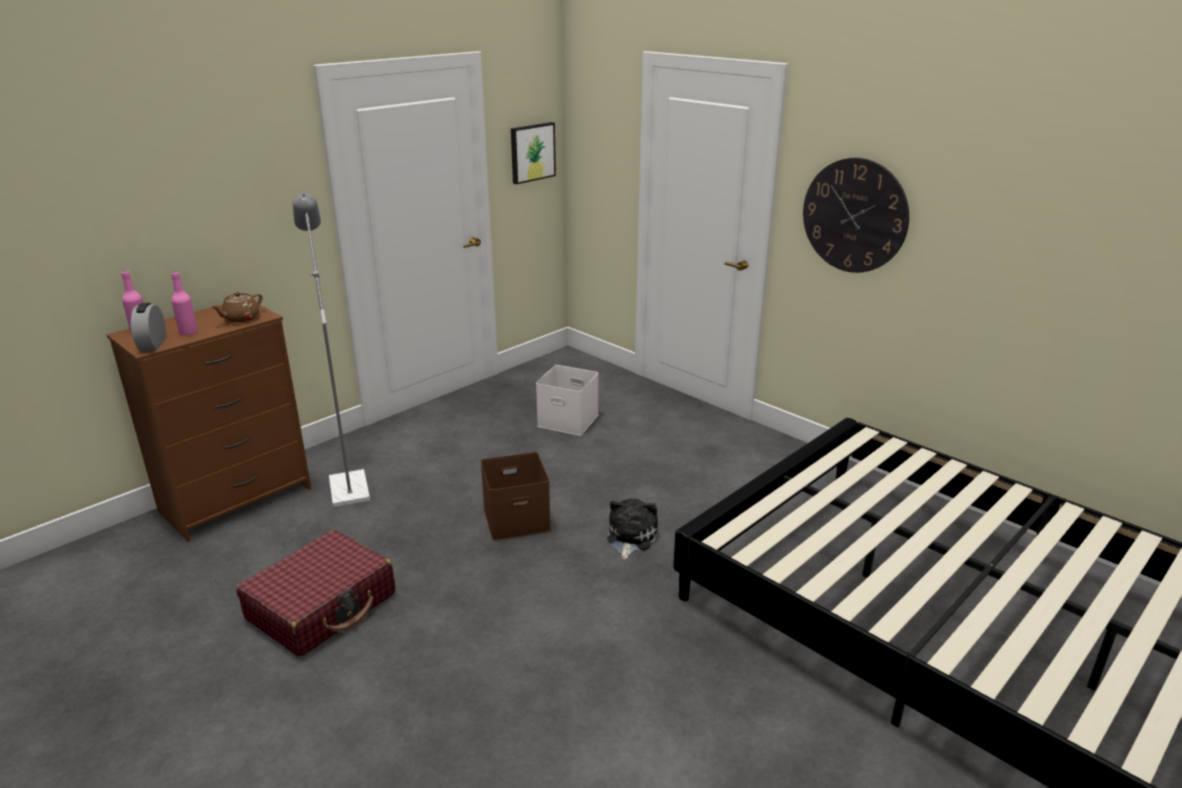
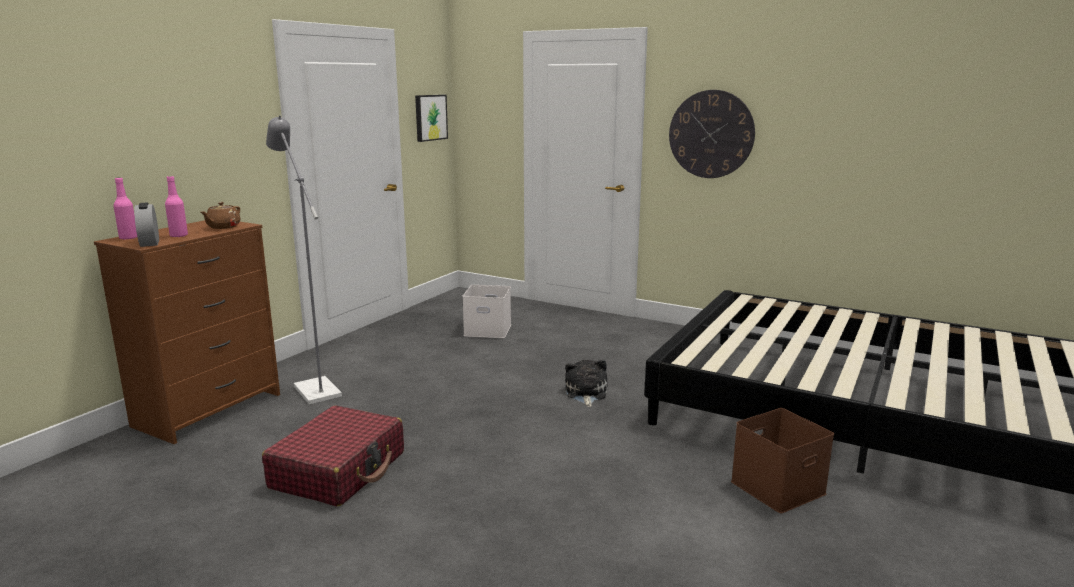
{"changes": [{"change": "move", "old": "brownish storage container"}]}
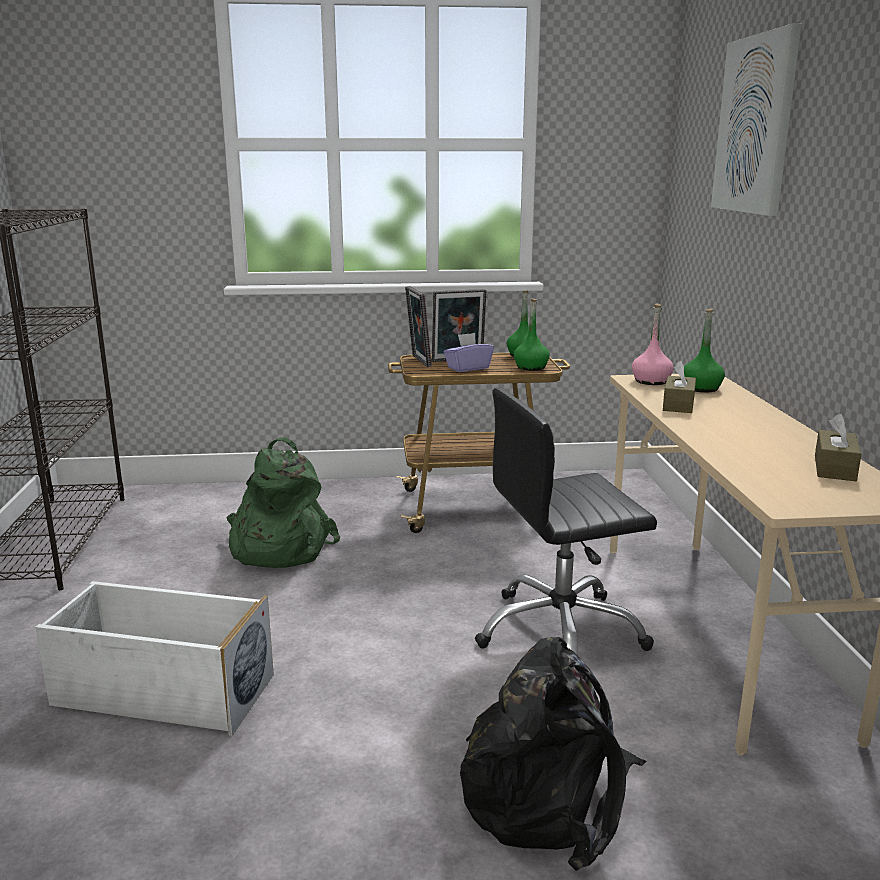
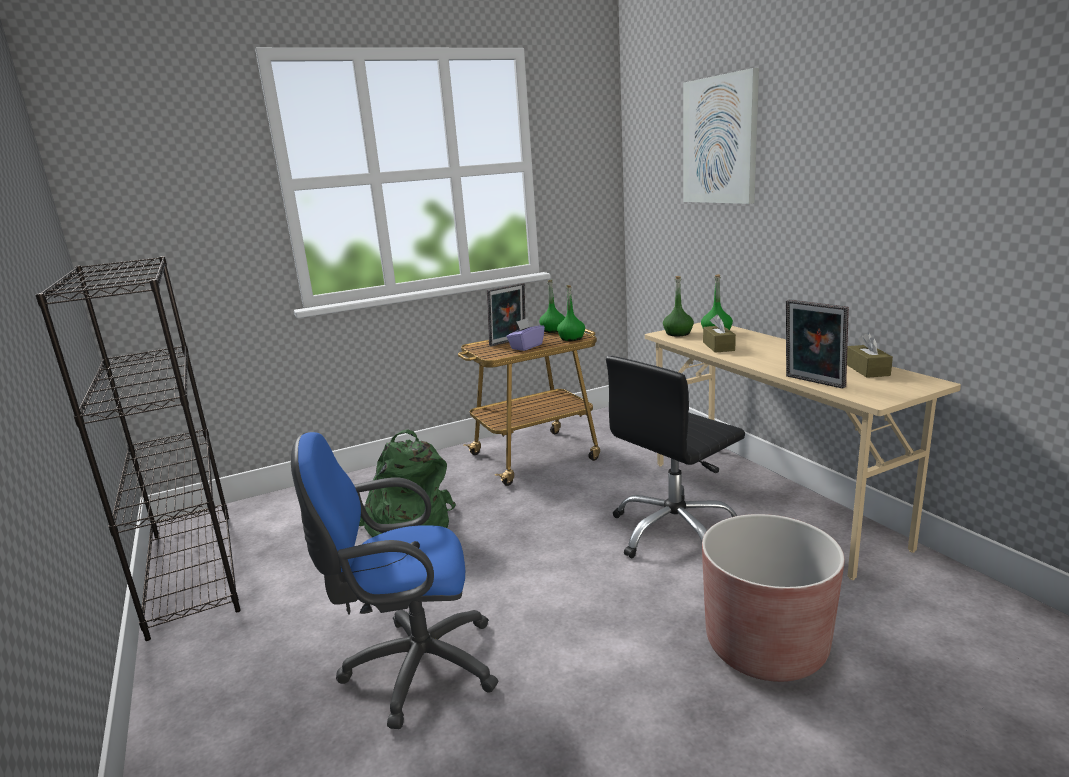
{"changes": [{"change": "replace", "old": "white-coloured storage container", "new": "bluish desk chair"}, {"change": "move", "old": "standing frame (1st from left in the first image)", "new": "standing frame (2nd from left)"}, {"change": "replace", "old": "black-coloured rucksack", "new": "brownish planter"}, {"change": "recolor", "old": "pink-coloured bottle", "new": "green-coloured bottle (3rd from left)"}]}
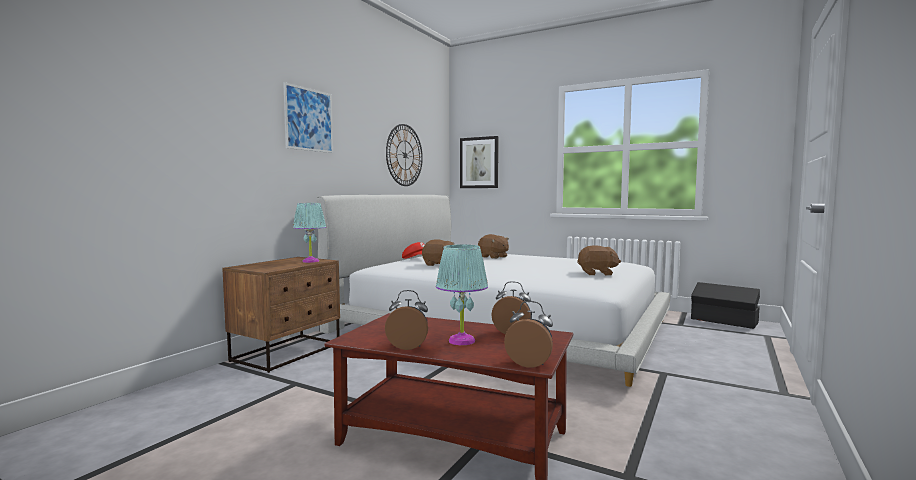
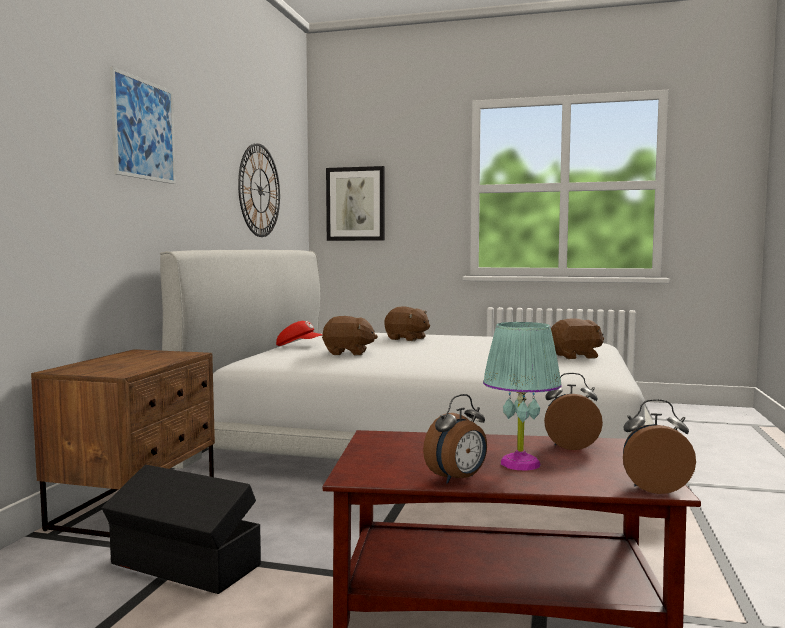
{"changes": [{"change": "delete", "old": "blue-green lamp for a table (1st from left)"}, {"change": "rotate", "old": "bedside clock (1st from left)", "degrees": 150}, {"change": "move", "old": "black-coloured storage container"}]}
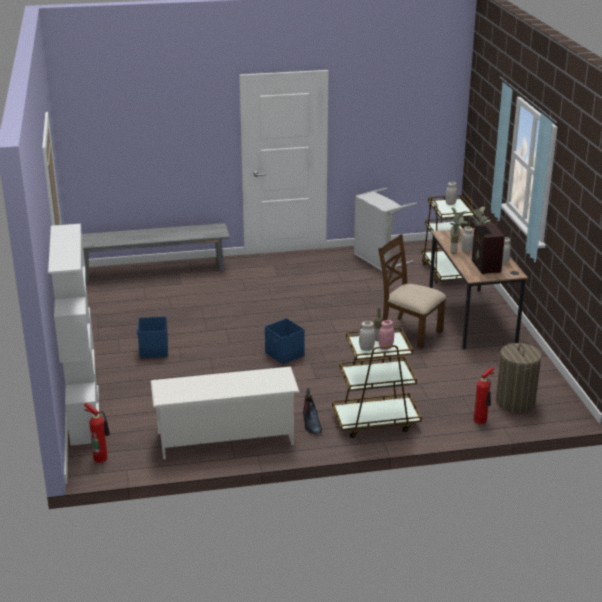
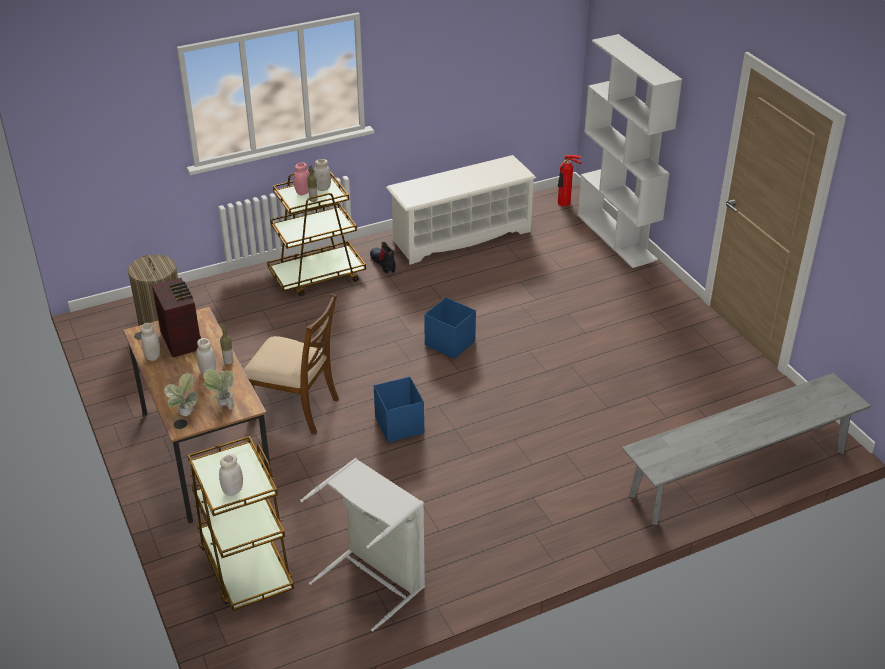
{"changes": [{"change": "move", "old": "bluish storage container (1st from left)"}, {"change": "delete", "old": "fire extinguisher (2nd from left)"}]}
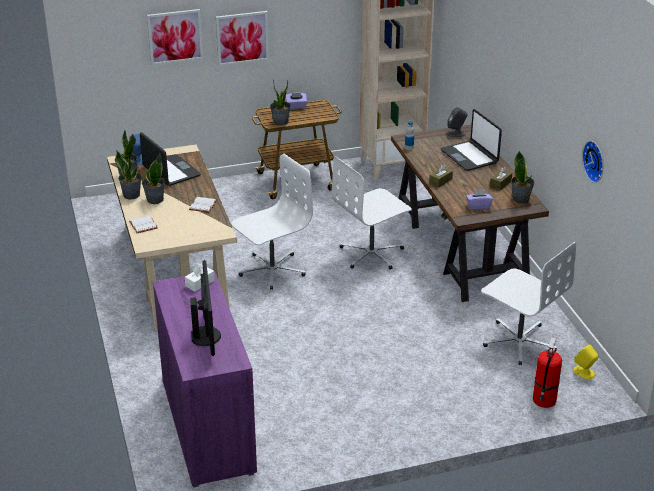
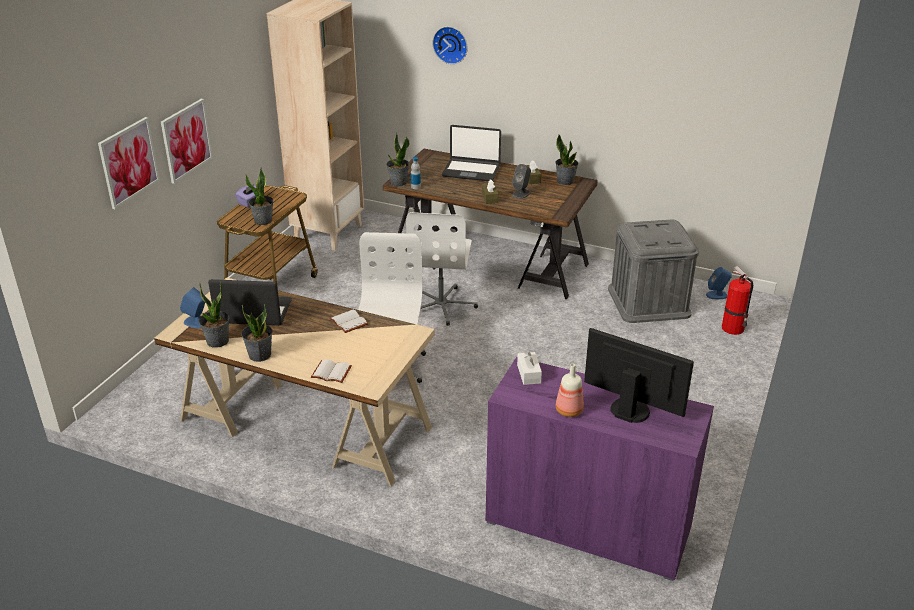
{"changes": [{"change": "move", "old": "potted plant (3rd from left in the first image)", "new": "potted plant (4th from left)"}, {"change": "move", "old": "gray audio speaker"}, {"change": "delete", "old": "purple-coloured tissue holder (2nd from left)"}, {"change": "replace", "old": "white-coloured desk chair (3rd from left)", "new": "gray storage container"}, {"change": "recolor", "old": "yellow-coloured audio speaker", "new": "bluish audio speaker (2nd from left)"}, {"change": "move", "old": "wall clock"}, {"change": "insert", "new": "bottle (2nd from left)"}]}
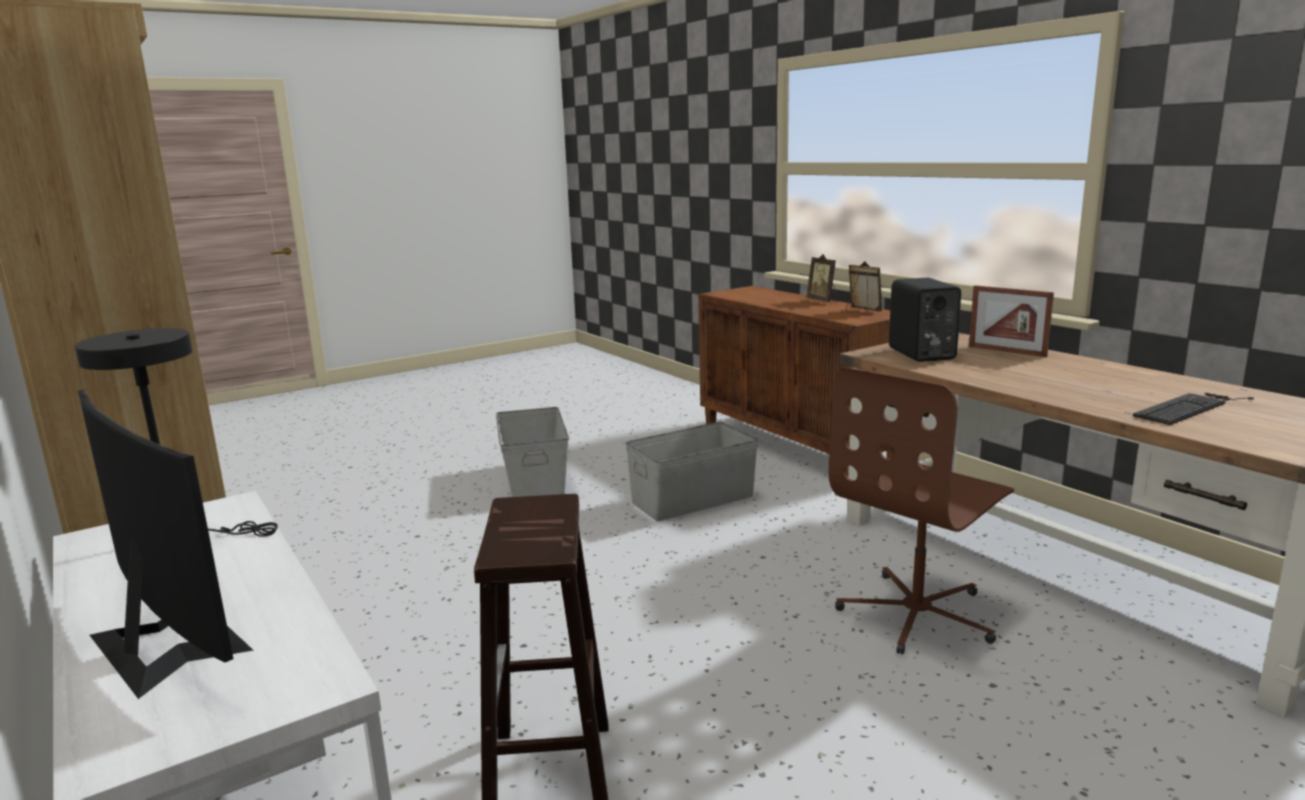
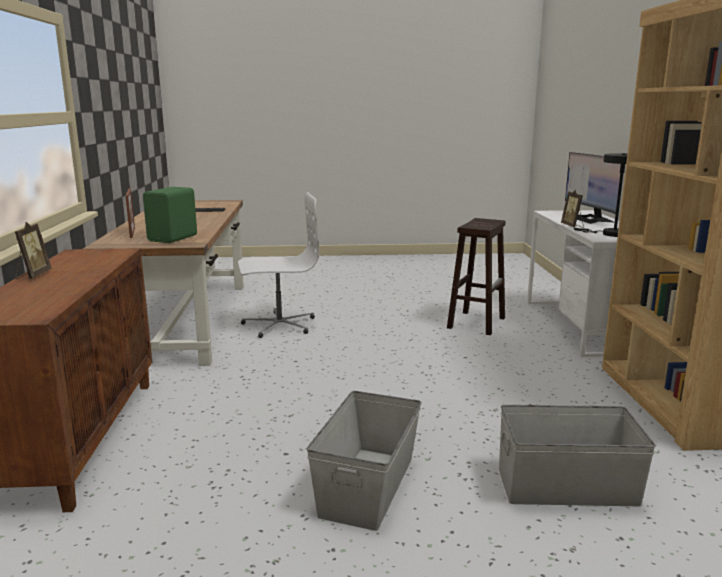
{"changes": [{"change": "move", "old": "gray storage container (2nd from left)"}, {"change": "recolor", "old": "brownish desk chair", "new": "white-coloured desk chair"}, {"change": "move", "old": "standing frame (2nd from left in the first image)", "new": "standing frame (3rd from left)"}, {"change": "recolor", "old": "black-coloured audio speaker", "new": "green-coloured audio speaker"}]}
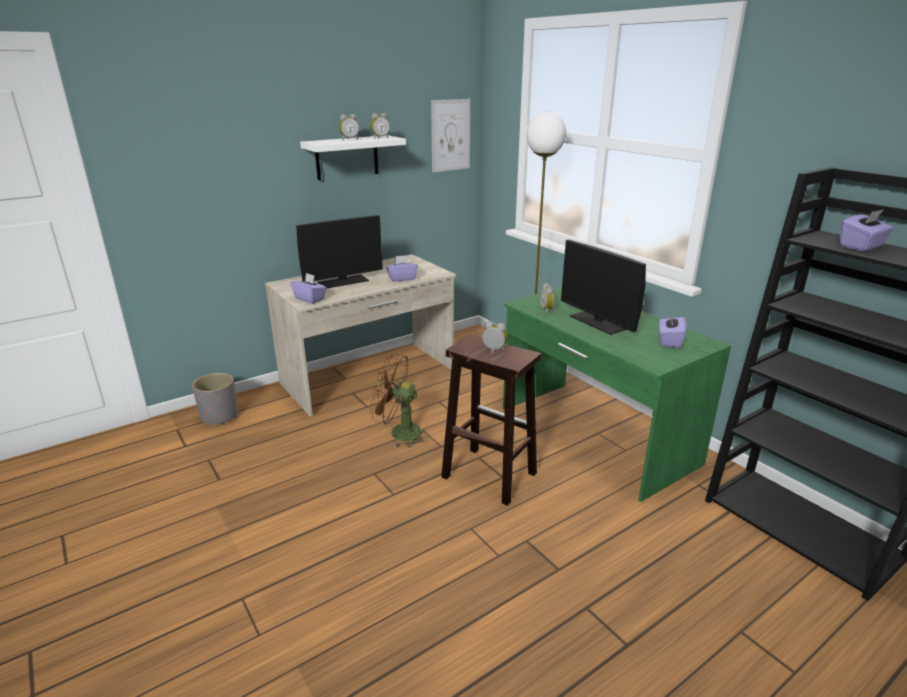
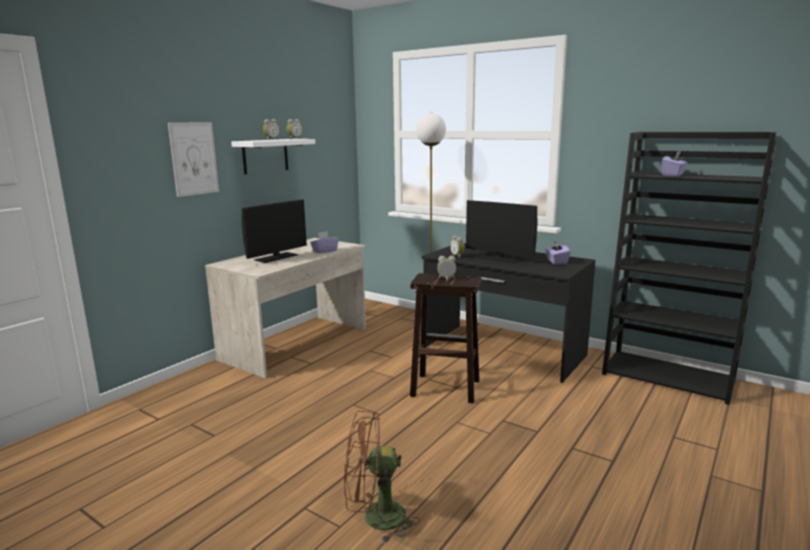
{"changes": [{"change": "delete", "old": "gray planter"}, {"change": "delete", "old": "purple-coloured tissue holder (1st from left)"}, {"change": "move", "old": "brownish fan"}, {"change": "move", "old": "wall picture"}, {"change": "recolor", "old": "green-coloured desk", "new": "black-coloured desk"}]}
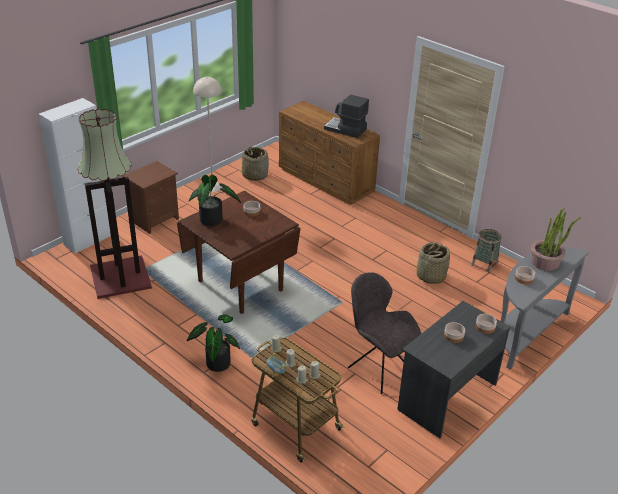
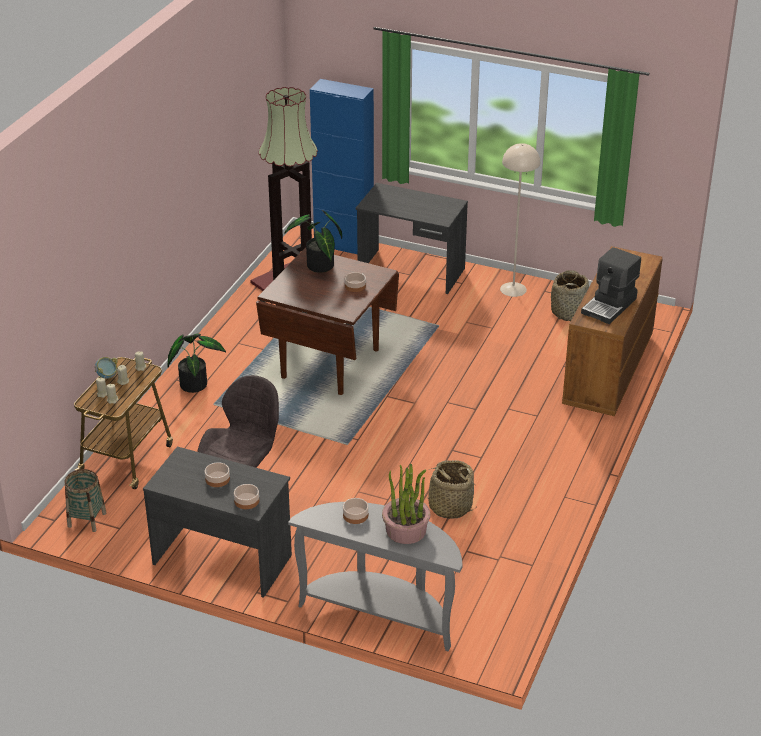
{"changes": [{"change": "recolor", "old": "white-coloured cabinet", "new": "bluish cabinet"}, {"change": "replace", "old": "brownish night table", "new": "gray desk (2nd from left)"}, {"change": "rotate", "old": "coffee brewer", "degrees": -150}, {"change": "move", "old": "household basket (3rd from left in the first image)", "new": "household basket (1st from left)"}]}
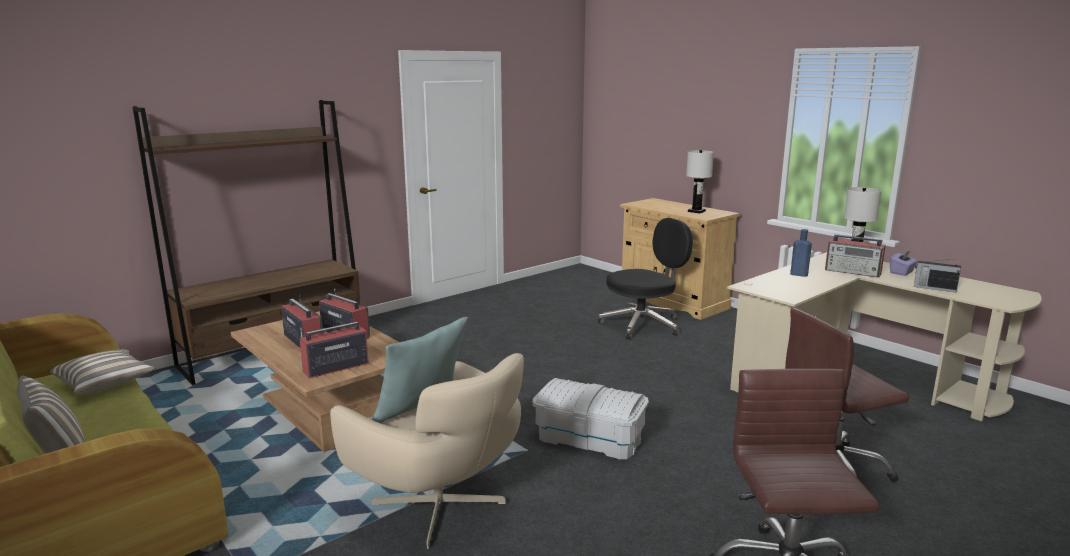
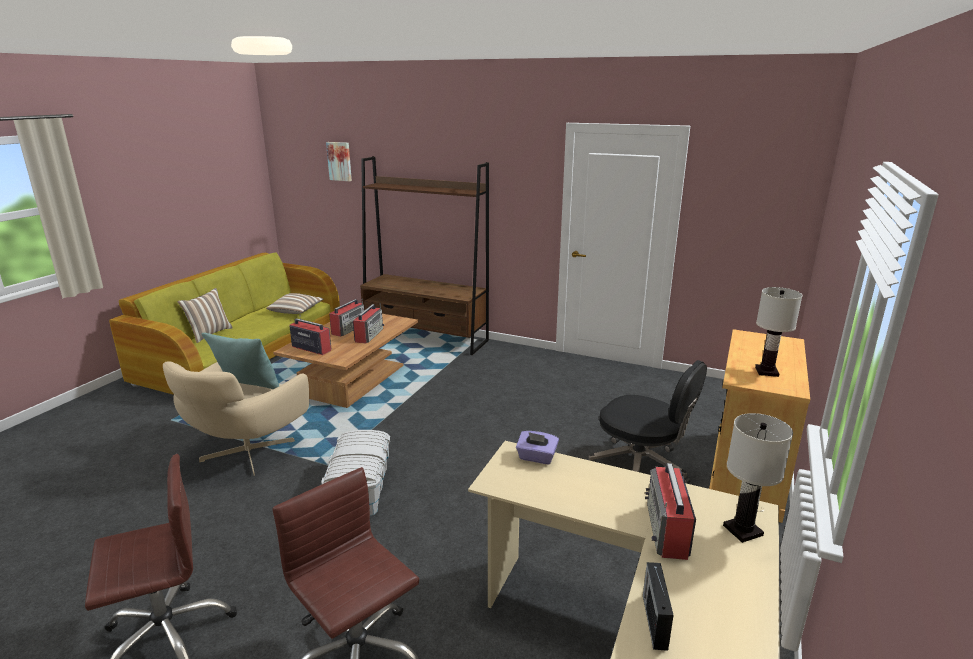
{"changes": [{"change": "delete", "old": "bluish bottle"}, {"change": "move", "old": "purple-coloured tissue holder"}, {"change": "insert", "new": "wall picture"}]}
